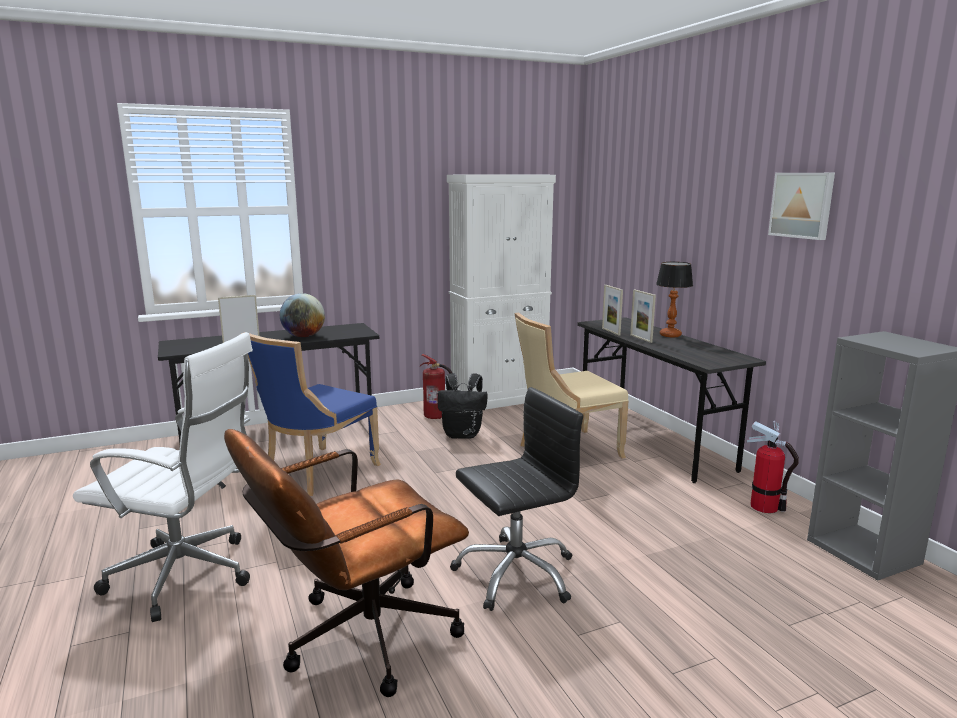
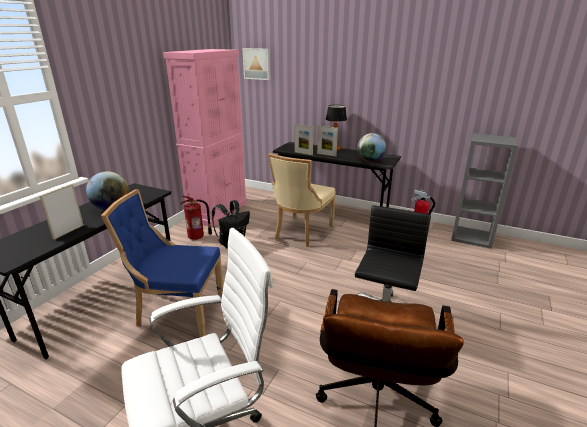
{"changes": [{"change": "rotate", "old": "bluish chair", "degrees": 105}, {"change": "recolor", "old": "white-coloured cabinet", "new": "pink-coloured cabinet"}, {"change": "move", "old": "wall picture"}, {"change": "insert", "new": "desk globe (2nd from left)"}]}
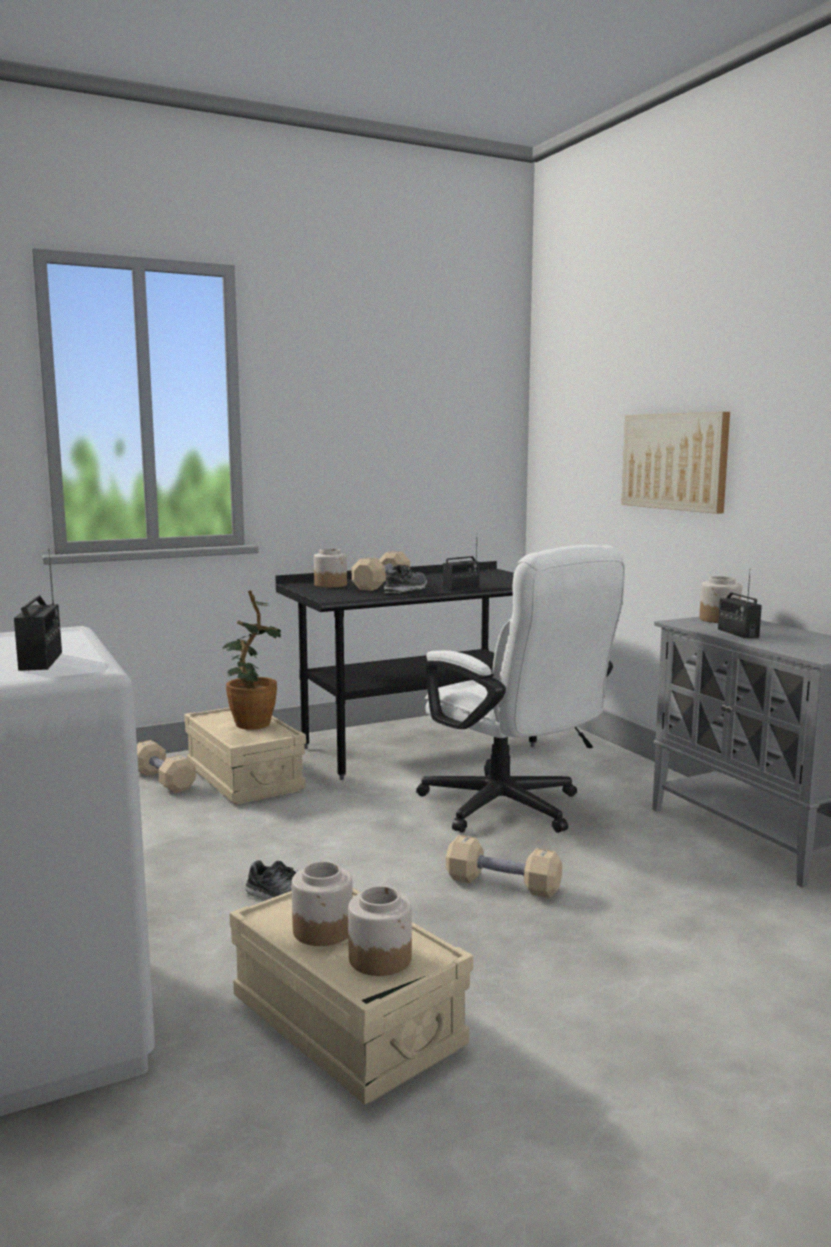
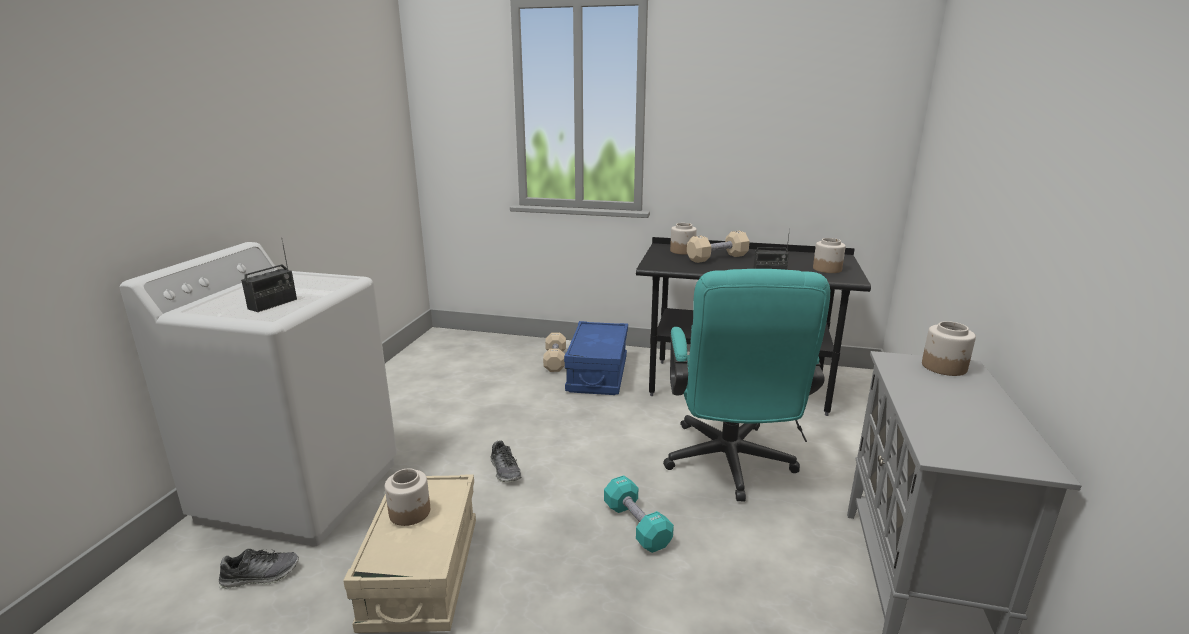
{"changes": [{"change": "recolor", "old": "beige-coloured storage container (1st from left)", "new": "bluish storage container"}, {"change": "delete", "old": "potted plant"}, {"change": "move", "old": "storage jar (3rd from left)"}, {"change": "move", "old": "shoe (2nd from left in the first image)", "new": "shoe (1st from left)"}, {"change": "recolor", "old": "white-coloured desk chair", "new": "blue-green desk chair"}, {"change": "recolor", "old": "beige-coloured dumbbell (3rd from left)", "new": "blue-green dumbbell"}, {"change": "delete", "old": "wall picture"}, {"change": "delete", "old": "radio (3rd from left)"}]}
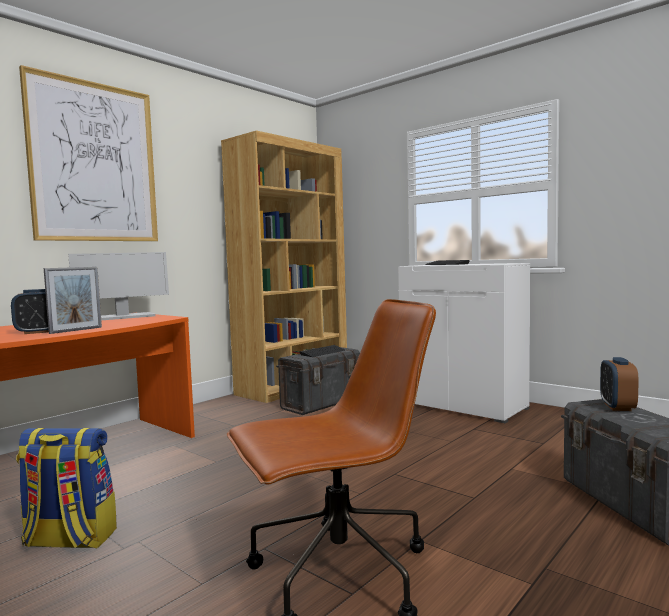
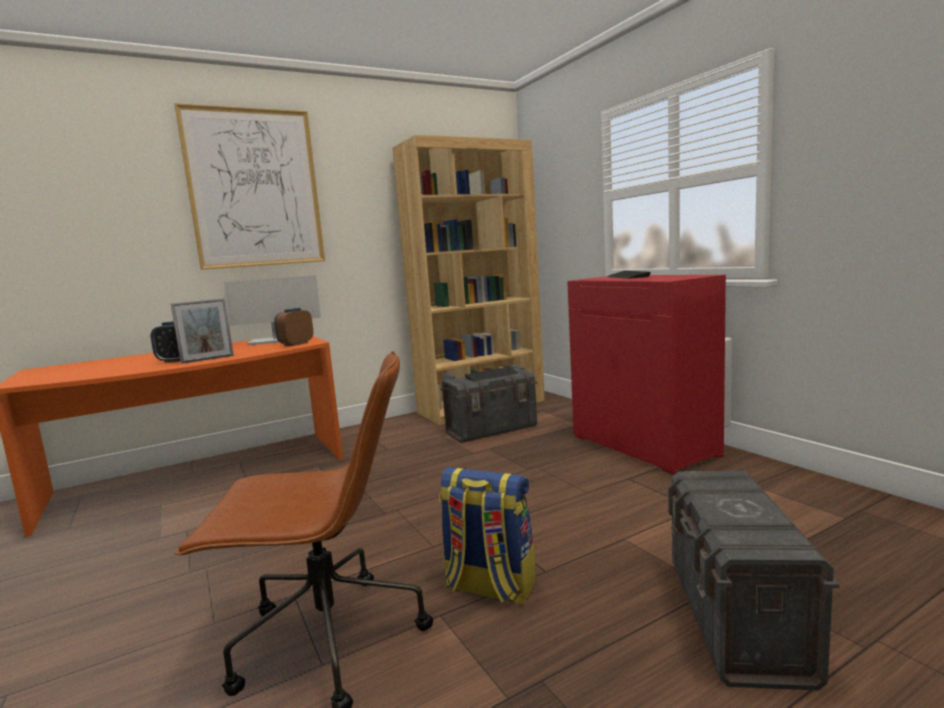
{"changes": [{"change": "move", "old": "rucksack"}, {"change": "recolor", "old": "white-coloured cabinet", "new": "reddish cabinet"}, {"change": "move", "old": "bedside clock (2nd from left)"}]}
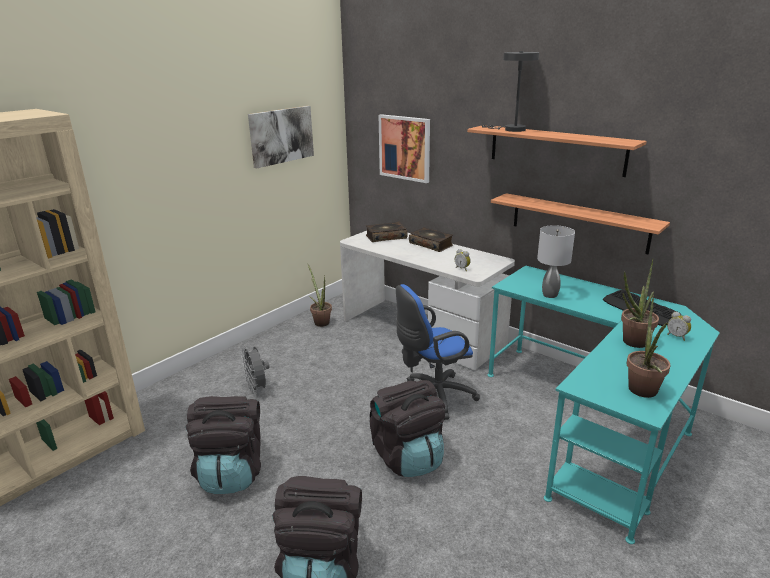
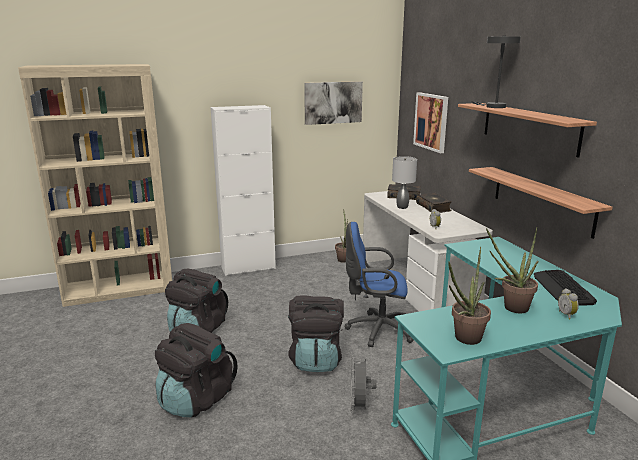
{"changes": [{"change": "move", "old": "gray fan"}, {"change": "move", "old": "gray lamp for a table (2nd from left in the first image)", "new": "gray lamp for a table (1st from left)"}, {"change": "insert", "new": "white-coloured cabinet"}]}
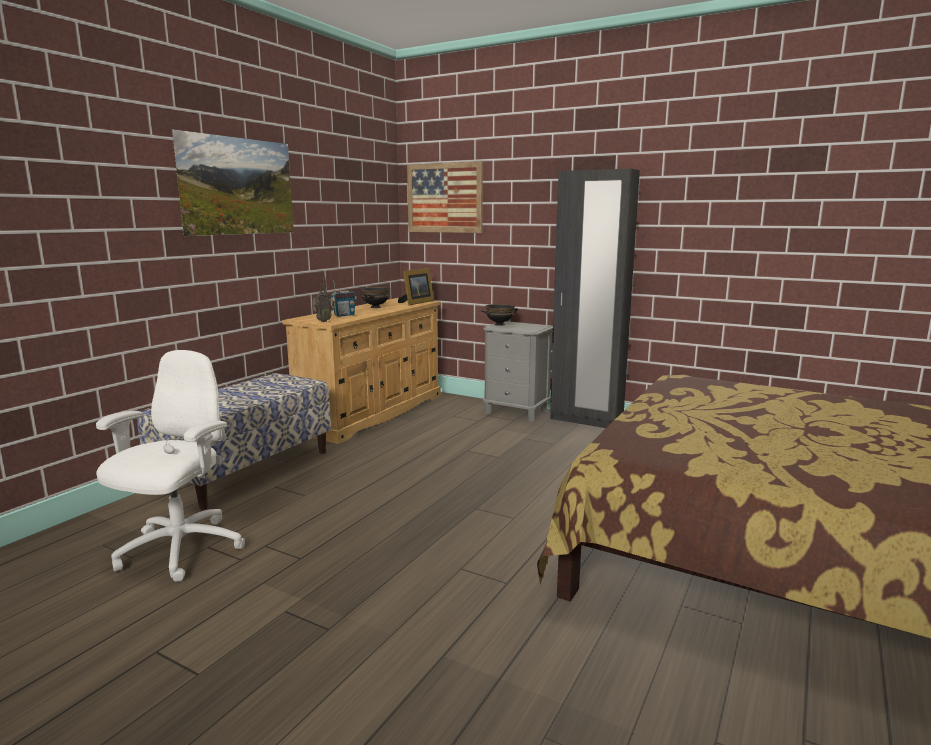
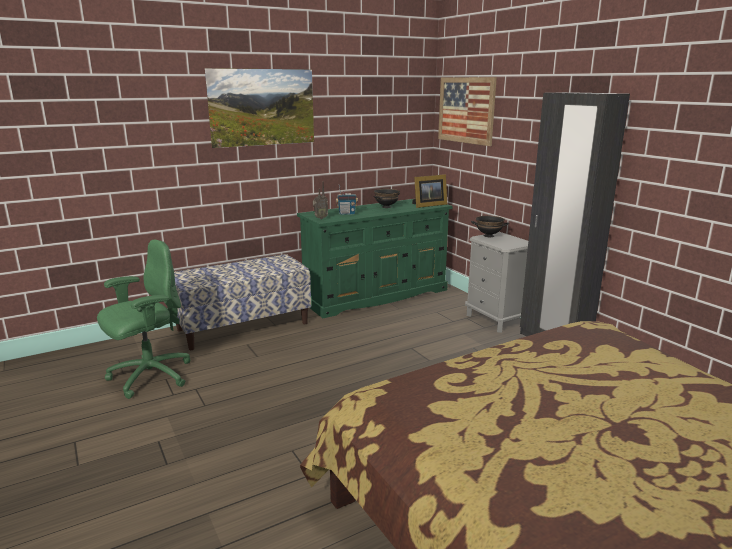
{"changes": [{"change": "recolor", "old": "white-coloured desk chair", "new": "green-coloured desk chair"}, {"change": "recolor", "old": "beige-coloured chest of drawers", "new": "green-coloured chest of drawers"}]}
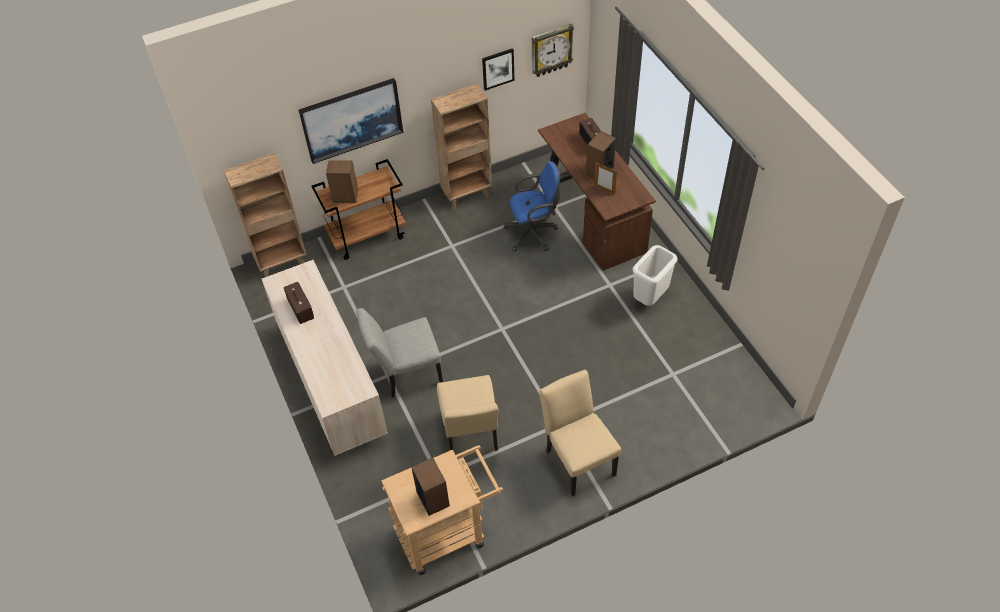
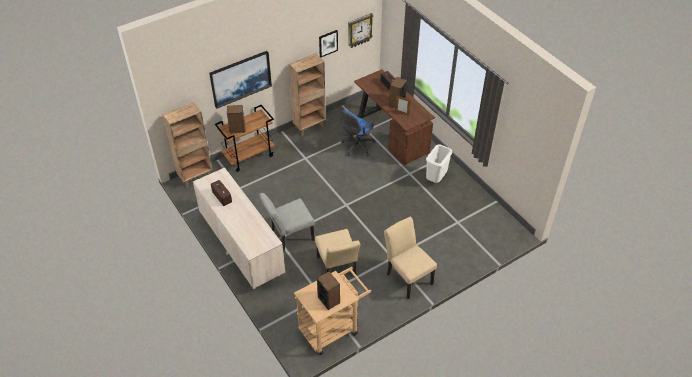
{"changes": [{"change": "rotate", "old": "bluish desk chair", "degrees": 150}]}
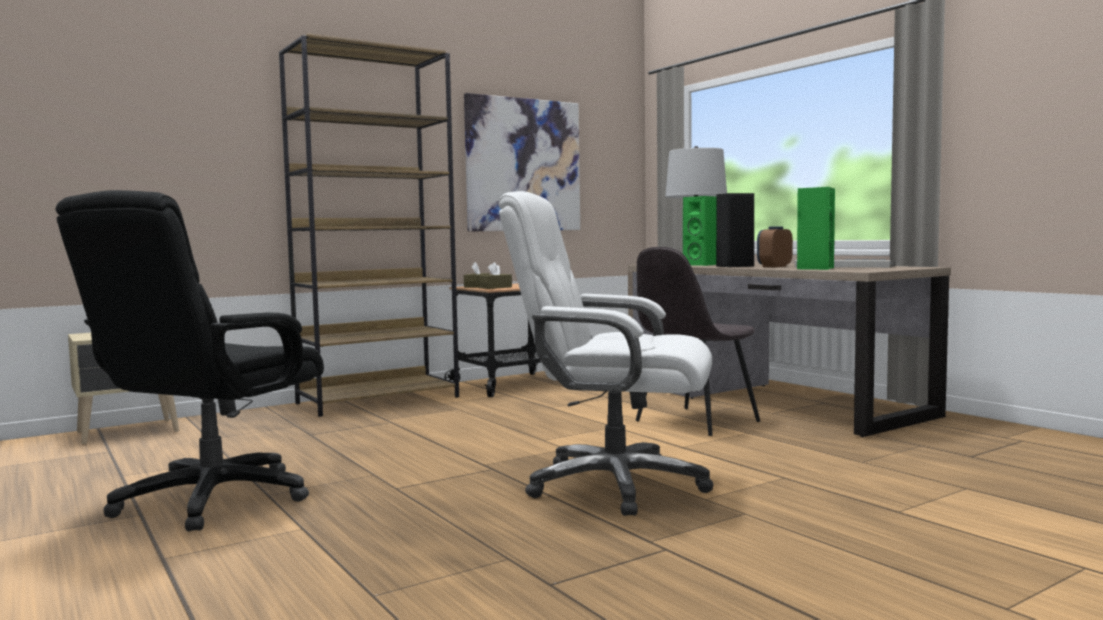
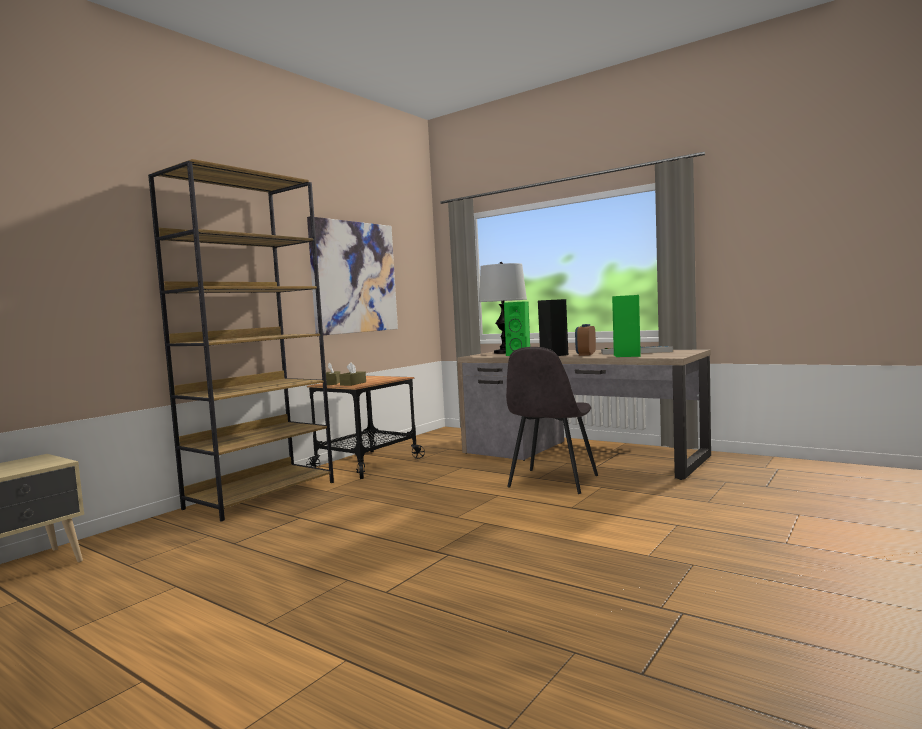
{"changes": [{"change": "delete", "old": "black-coloured desk chair"}, {"change": "delete", "old": "white-coloured desk chair"}]}
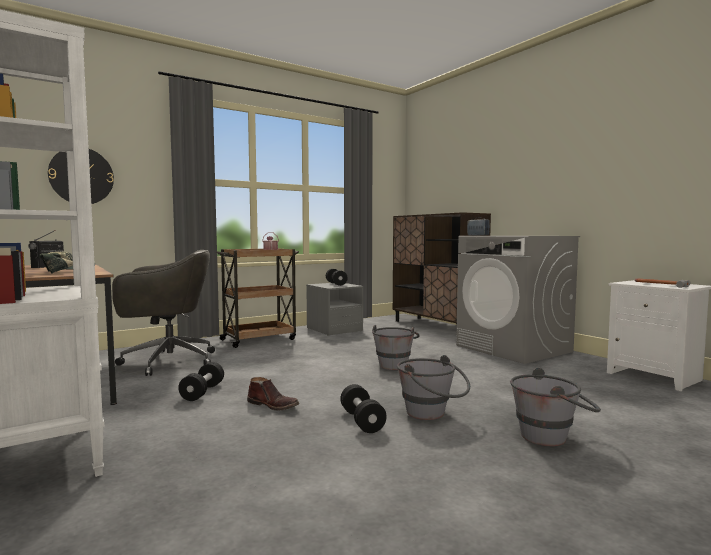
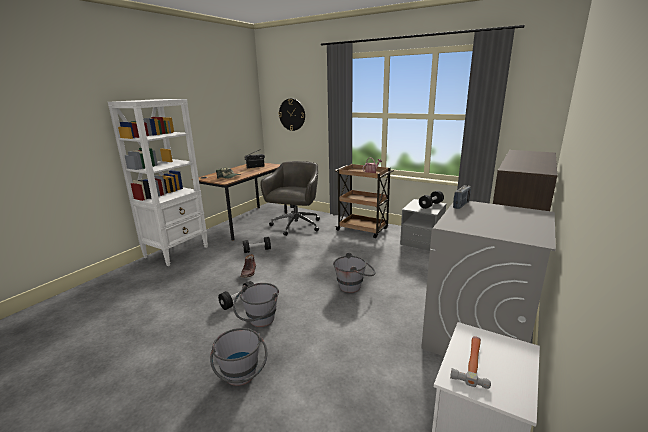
{"changes": [{"change": "rotate", "old": "gray desk chair", "degrees": -120}]}
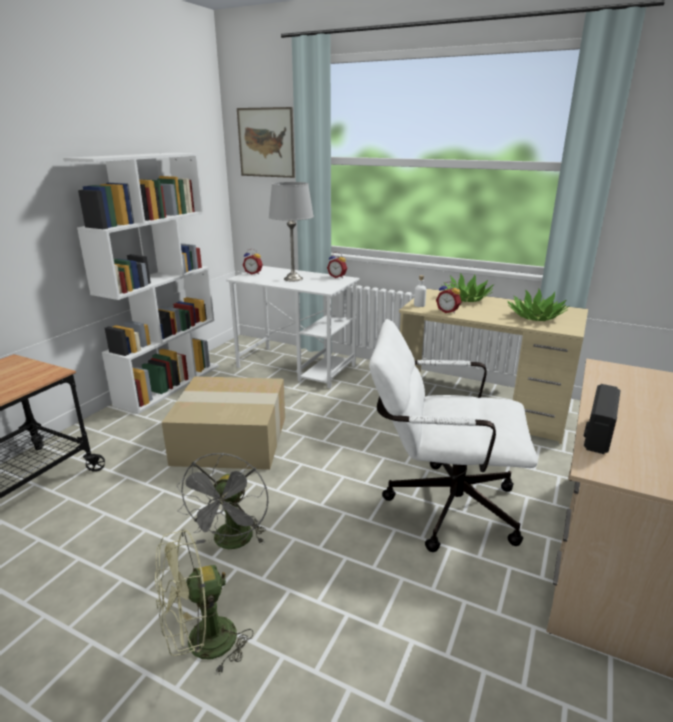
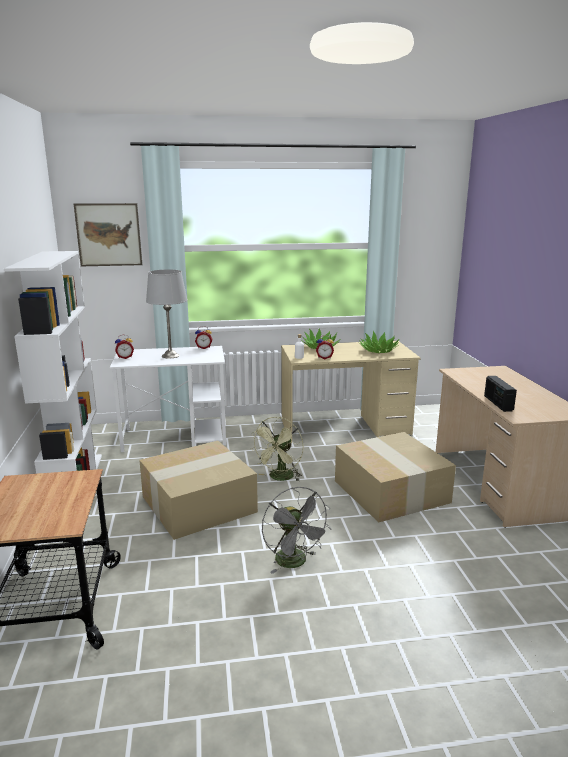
{"changes": [{"change": "move", "old": "green-coloured fan"}, {"change": "replace", "old": "white-coloured desk chair", "new": "cardboard box (2nd from left)"}]}
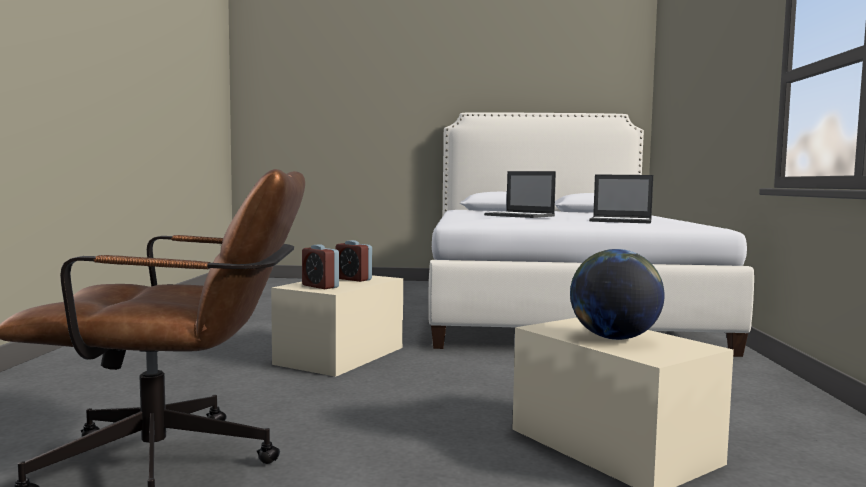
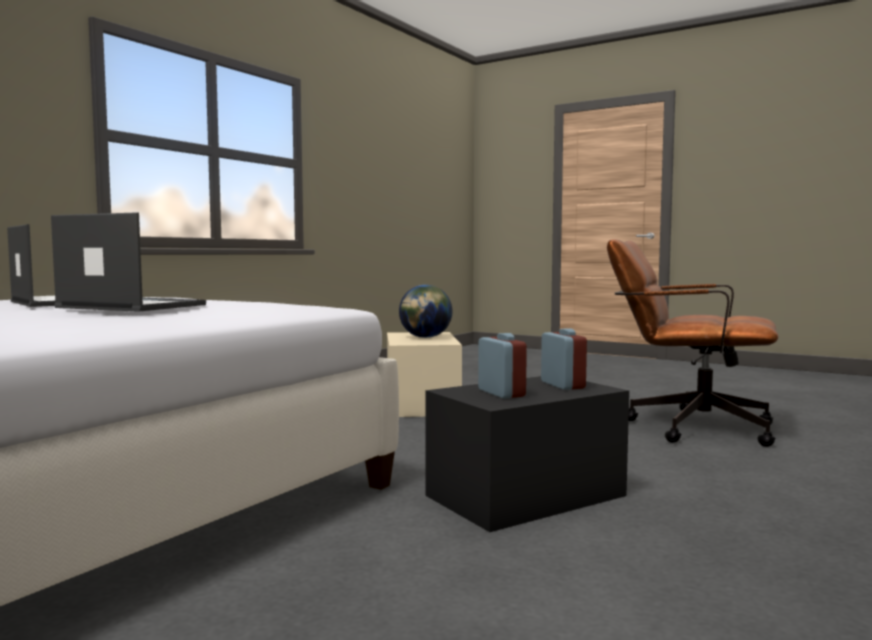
{"changes": [{"change": "recolor", "old": "beige-coloured storage container (1st from left)", "new": "black-coloured storage container"}, {"change": "rotate", "old": "portable computer (1st from left in the first image)", "degrees": -45}]}
